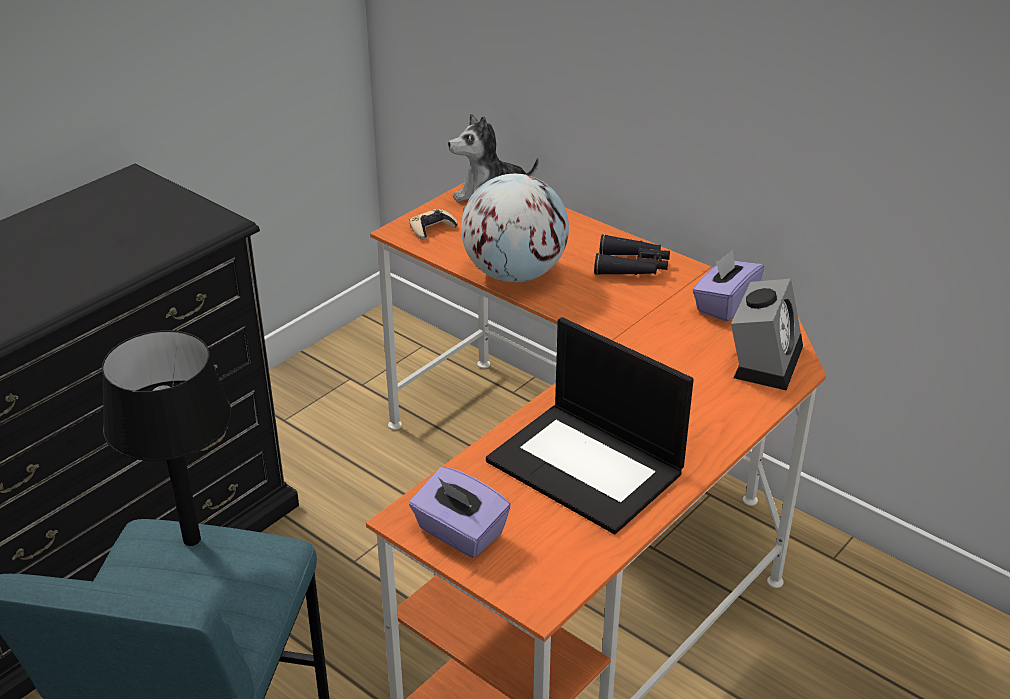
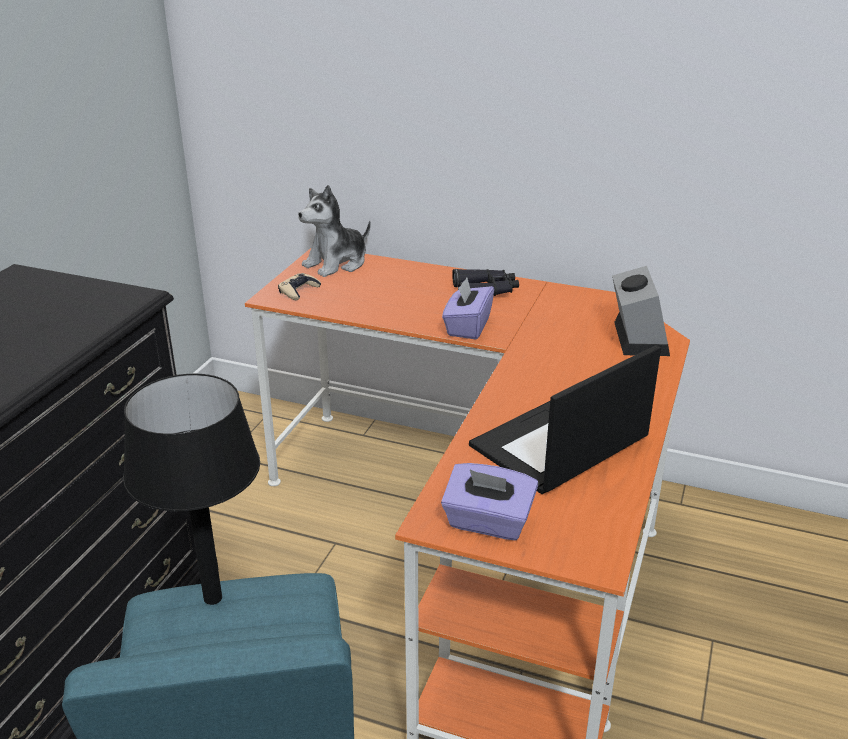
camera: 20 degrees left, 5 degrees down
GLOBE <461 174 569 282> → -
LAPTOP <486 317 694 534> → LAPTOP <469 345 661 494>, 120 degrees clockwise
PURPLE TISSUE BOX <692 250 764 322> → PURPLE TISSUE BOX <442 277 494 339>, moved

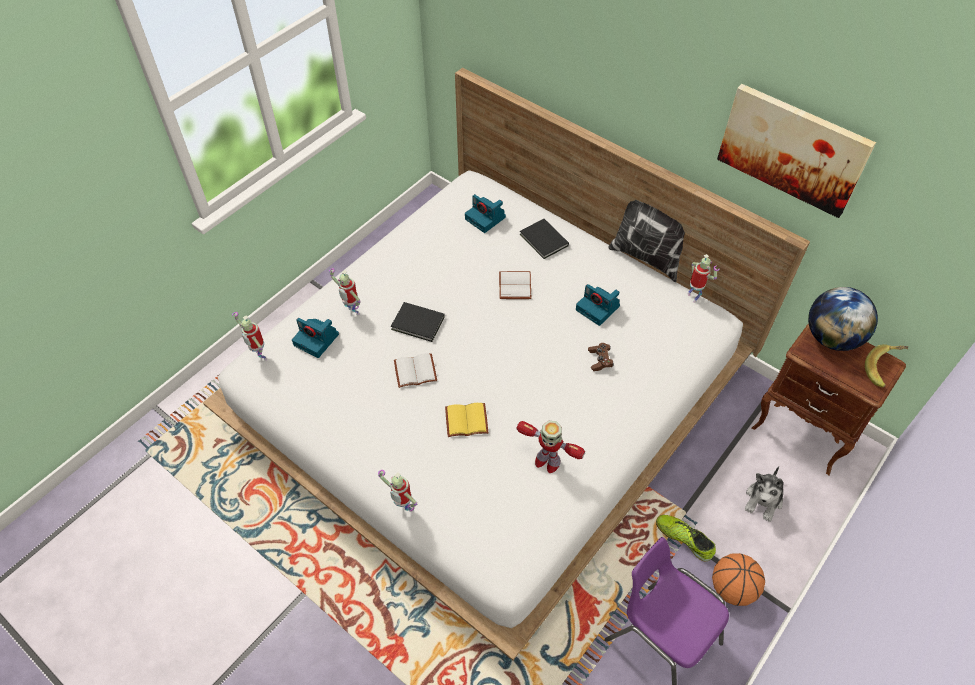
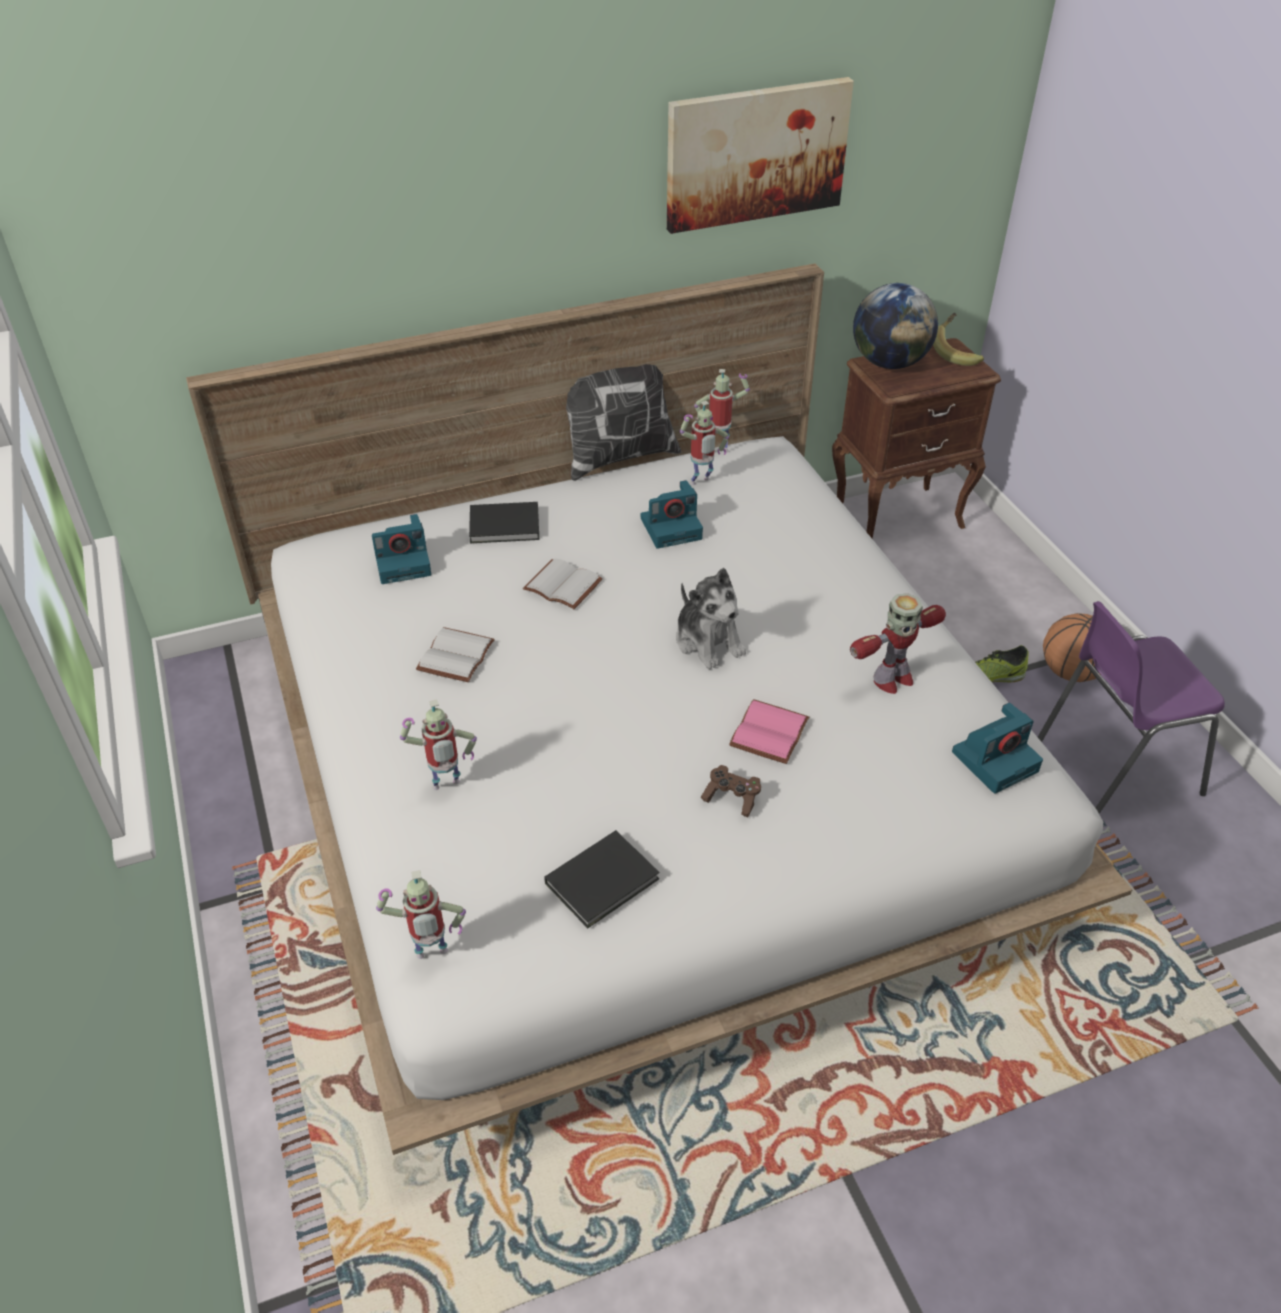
camera: 60 degrees left, 10 degrees down
PHOTO CAMERA <292 318 339 358> → PHOTO CAMERA <952 703 1043 793>, moved
TOY ROBOT <378 470 417 512> → TOY ROBOT <680 401 729 485>, moved
BLACK BOOK <391 302 445 342> → BLACK BOOK <544 830 659 928>, moved
WHITE BOOK <394 353 437 388> → WHITE BOOK <416 627 495 682>, moved
YELLOW BOOK <445 403 488 437> → PINK BOOK <729 699 809 764>
BROWN GAME CONTROLLER <588 343 614 371> → BROWN GAME CONTROLLER <701 765 761 817>, moved
PLUSH TOY <745 466 783 522> → PLUSH TOY <676 568 746 669>, moved

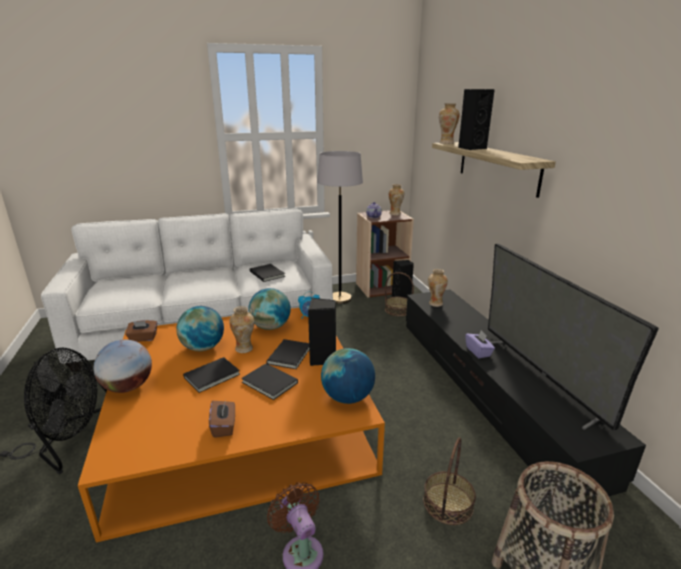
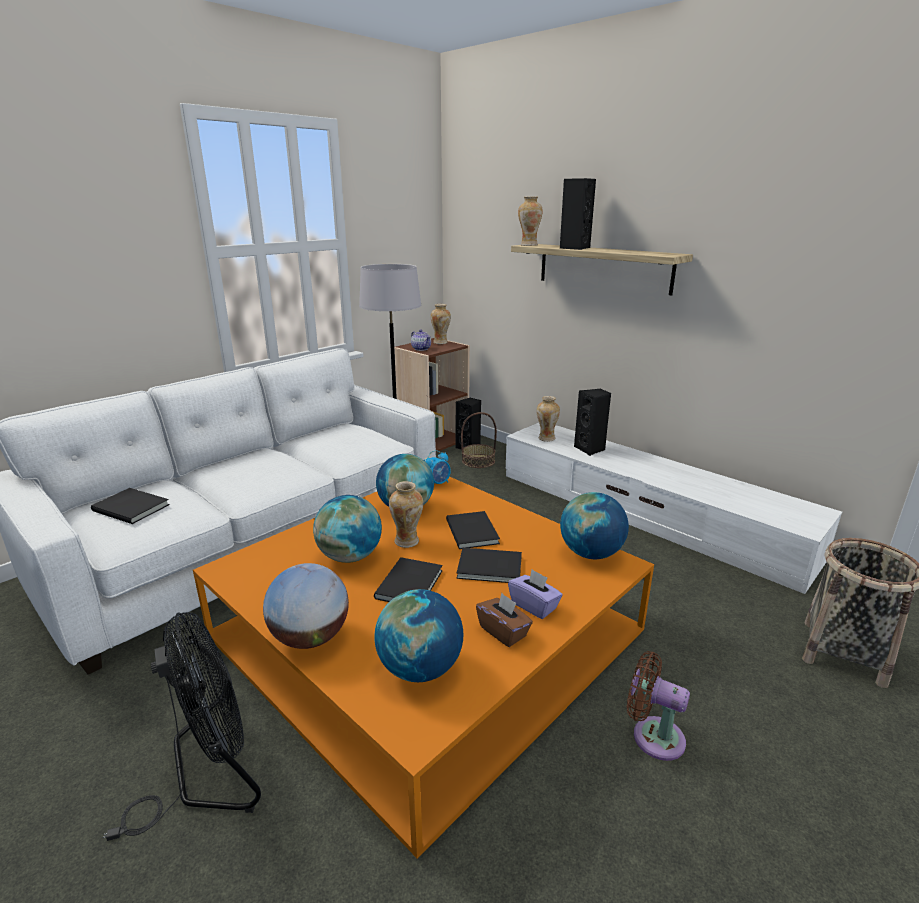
camera: 30 degrees left, 0 degrees up
BROWN TISSUE BOX <125 320 157 342> → -
BLACK BOOK <249 264 285 282> → BLACK BOOK <91 488 170 524>, moved
BLACK SPEAKER <308 298 336 366> → BLACK SPEAKER <574 389 611 456>, moved
BLACK TV STAND <406 289 646 496> → WHITE TV STAND <506 422 842 594>
BASKET <423 437 476 525> → -
PURPLE TISSUE BOX <465 330 495 358> → PURPLE TISSUE BOX <508 569 563 619>, moved
TELEVISION <488 244 659 430> → -
- → GLOBE <374 589 463 682>

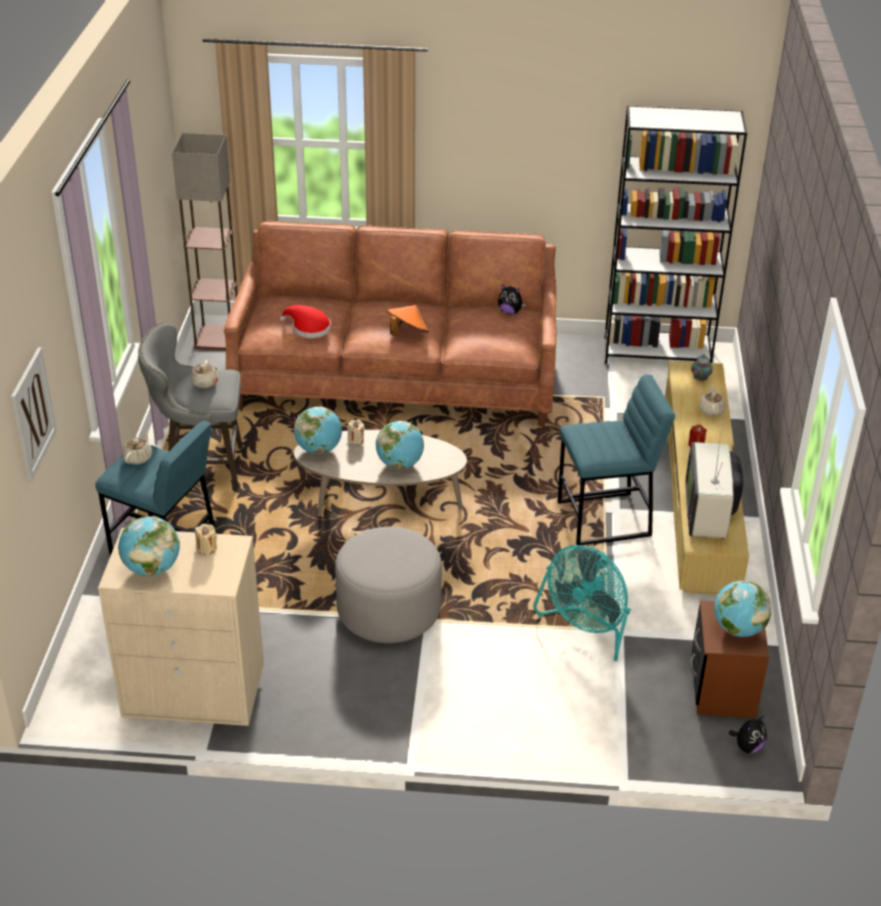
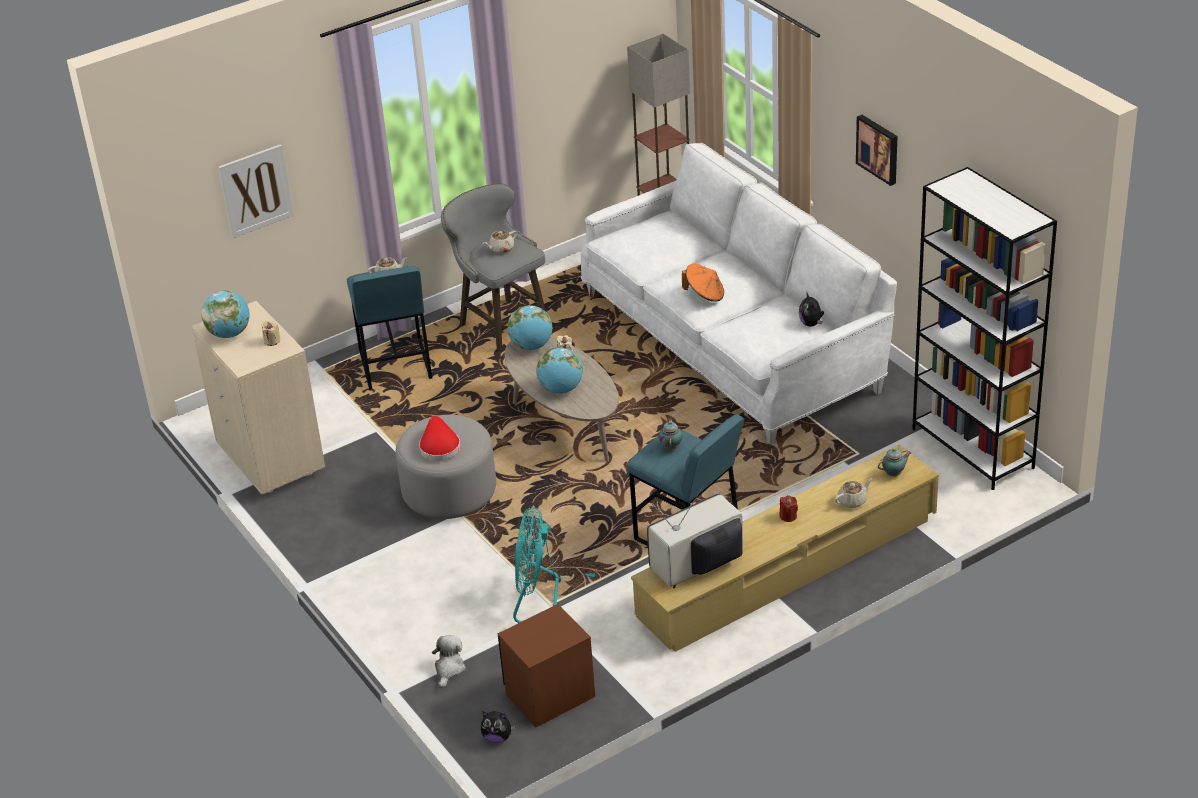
camera: 55 degrees right, 0 degrees up
BROWN SOFA <224 221 556 426> → WHITE SOFA <581 143 897 445>
RED HAT <280 305 331 338> → RED HAT <419 416 461 461>, moved
GLOBE <714 581 772 637> → -
- → PLUSH TOY <432 635 466 688>
- → TEAPOT <659 419 682 450>
- → PICTURE <856 115 897 186>

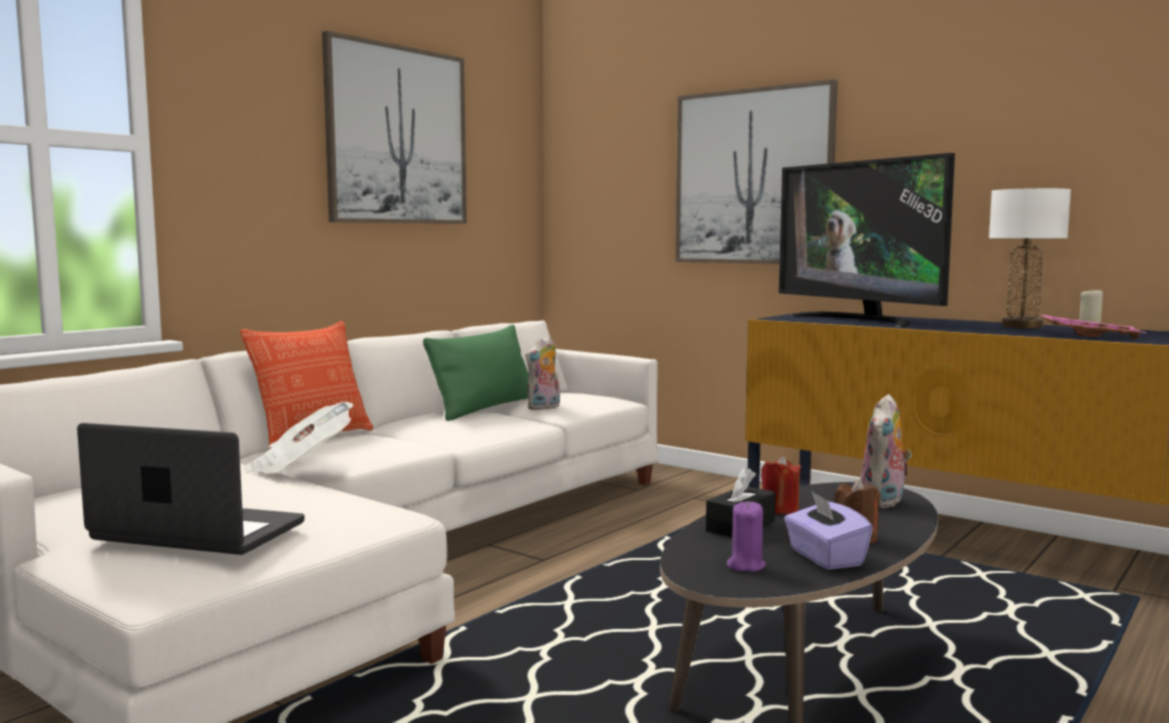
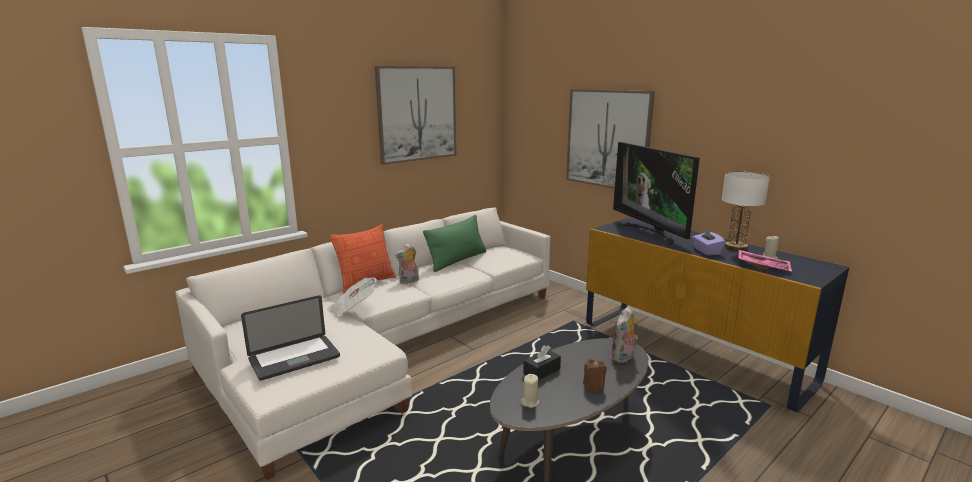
camera: 10 degrees right, 10 degrees up
LAPTOP <77 423 304 555> → LAPTOP <241 295 340 381>, 120 degrees clockwise
PLUSH TOY <525 336 560 410> → PLUSH TOY <395 243 419 284>, moved
PURPLE CANDLE <727 501 766 572> → BEIGE CANDLE <521 374 539 408>
RED CANDLE <761 456 801 514> → -
PURPLE TISSUE BOX <784 492 873 570> → PURPLE TISSUE BOX <692 228 725 255>, moved

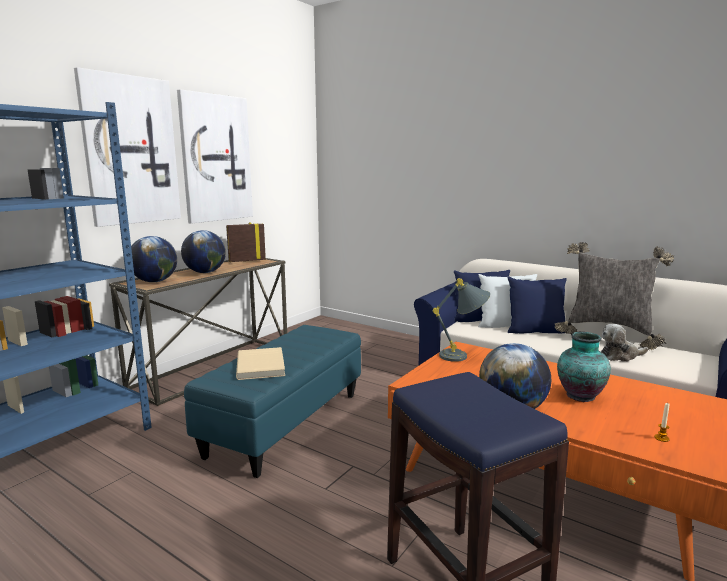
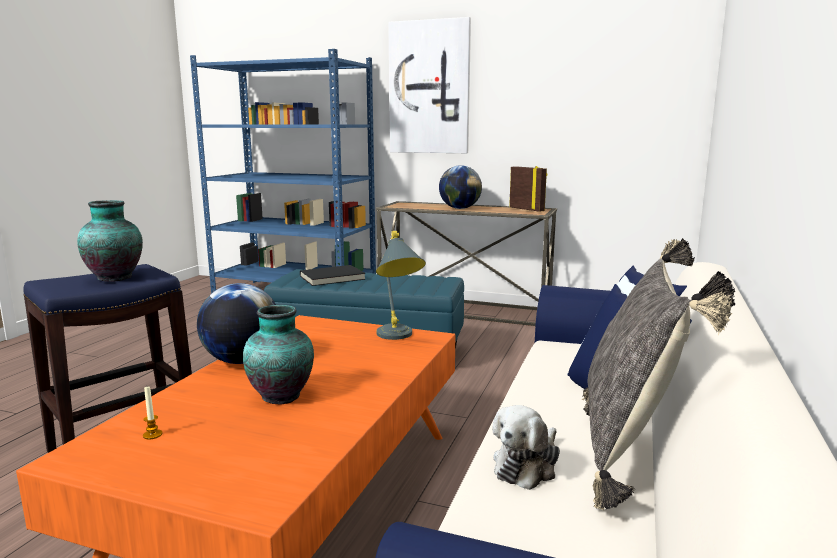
camera: 75 degrees right, 0 degrees up
GLOBE <131 236 177 282> → -
PICTURE <177 89 253 224> → -
BEIGE BOOK <236 347 285 380> → BLACK BOOK <300 265 365 286>
PLUSH TOY <601 324 648 362> → PLUSH TOY <492 405 560 490>, 120 degrees counterclockwise
- → VASE <77 200 143 282>

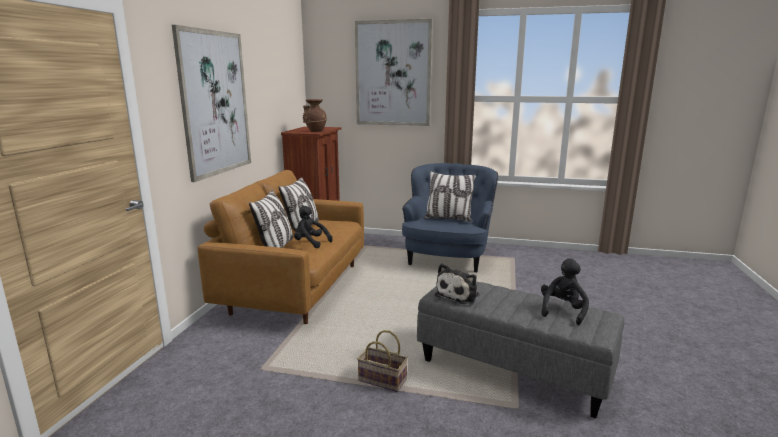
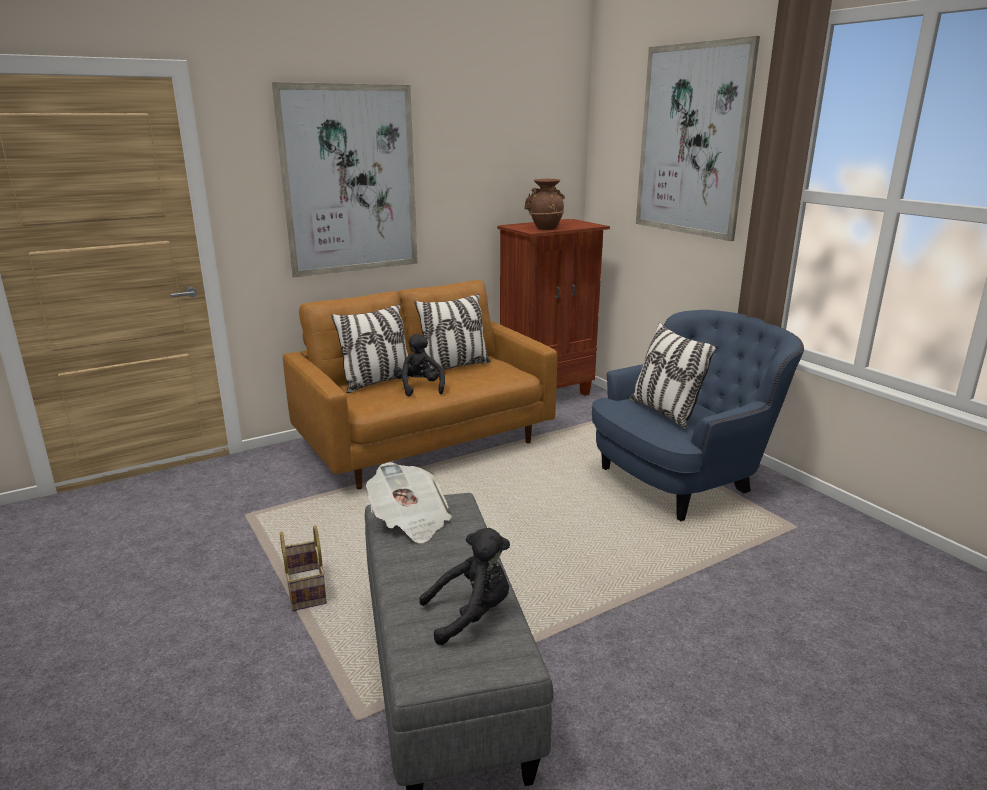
camera: 45 degrees right, 5 degrees up
PLUSH TOY <435 263 480 304> → NEWSPAPER <366 462 451 543>

